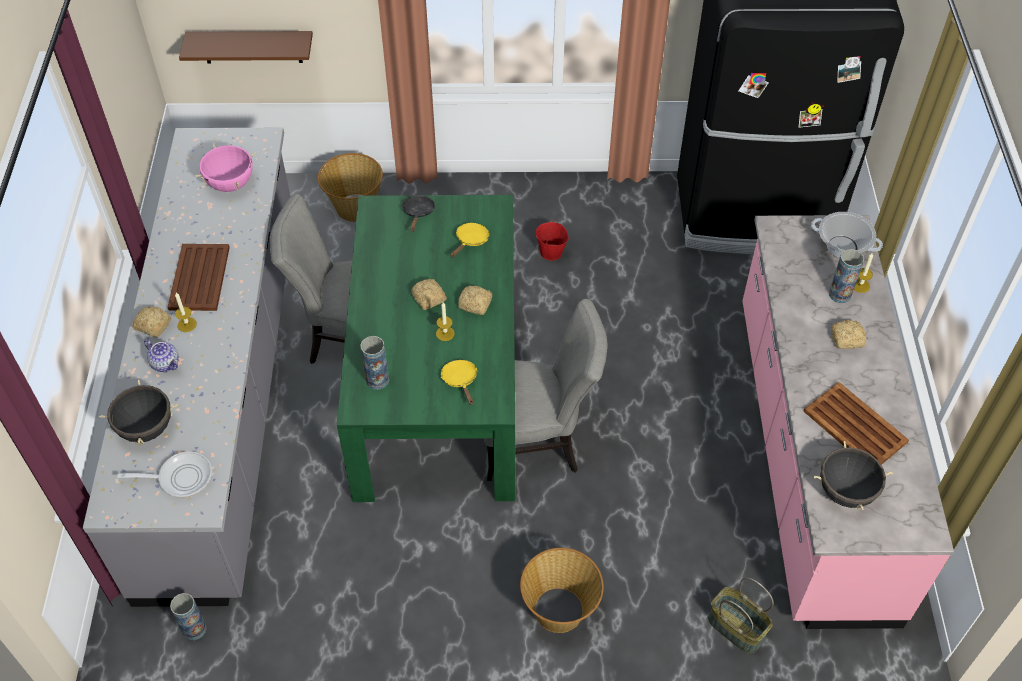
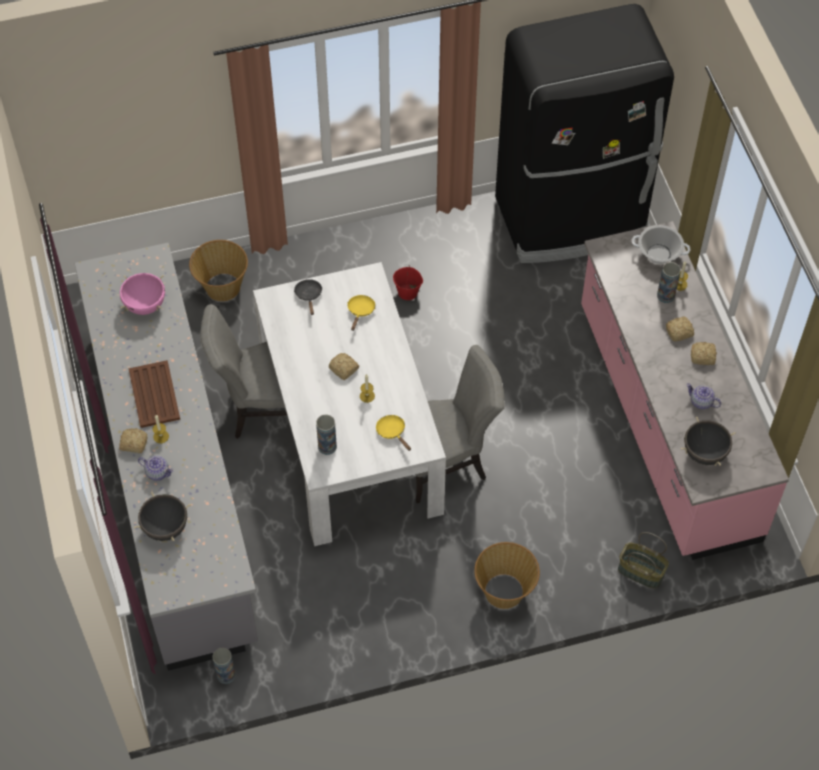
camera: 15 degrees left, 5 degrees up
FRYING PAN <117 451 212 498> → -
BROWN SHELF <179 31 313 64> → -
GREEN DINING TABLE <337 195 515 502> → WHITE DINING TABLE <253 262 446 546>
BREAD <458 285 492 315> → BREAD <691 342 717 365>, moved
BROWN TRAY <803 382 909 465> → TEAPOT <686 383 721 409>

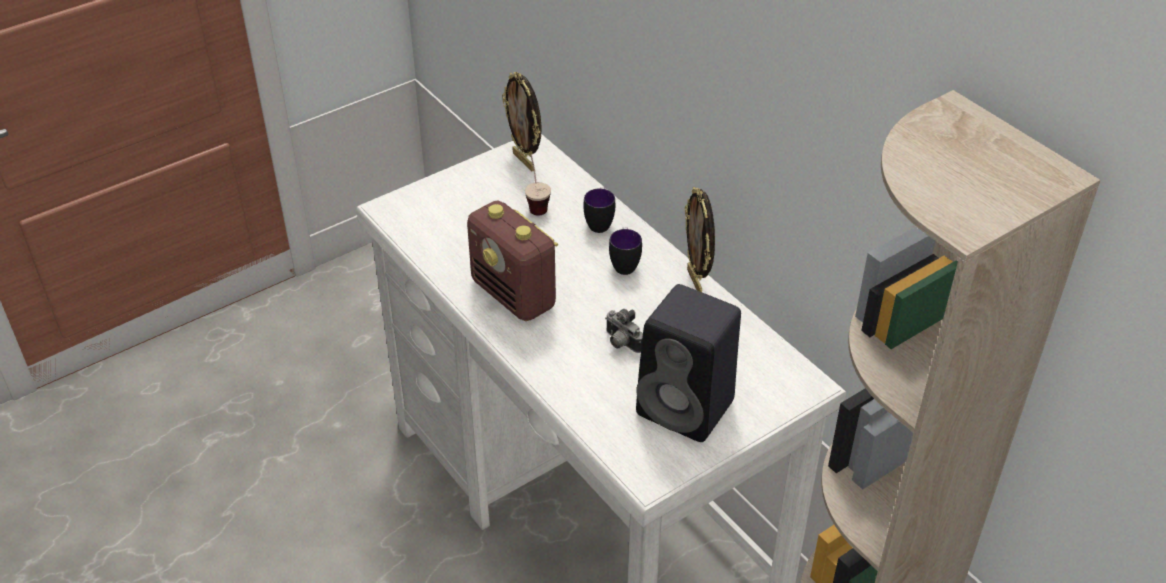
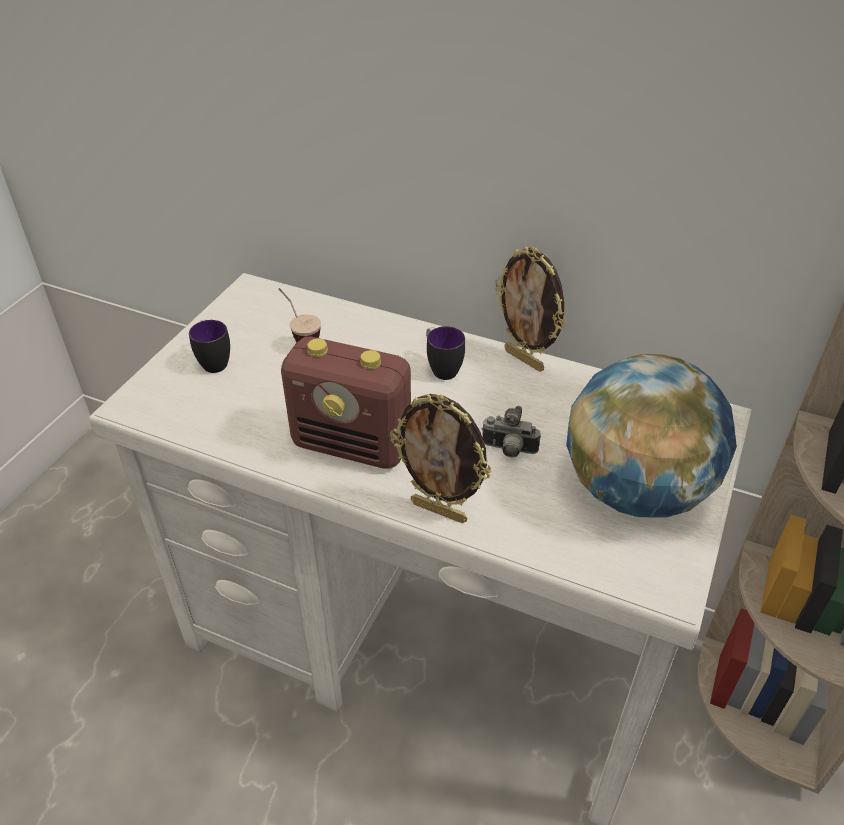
camera: 30 degrees left, 0 degrees up
PICTURE FRAME <502 72 542 172> → PICTURE FRAME <390 394 491 523>, moved
MUG <583 187 615 233> → MUG <189 320 230 373>, moved
BLACK SPEAKER <636 284 741 442> → GLOBE <566 354 737 517>

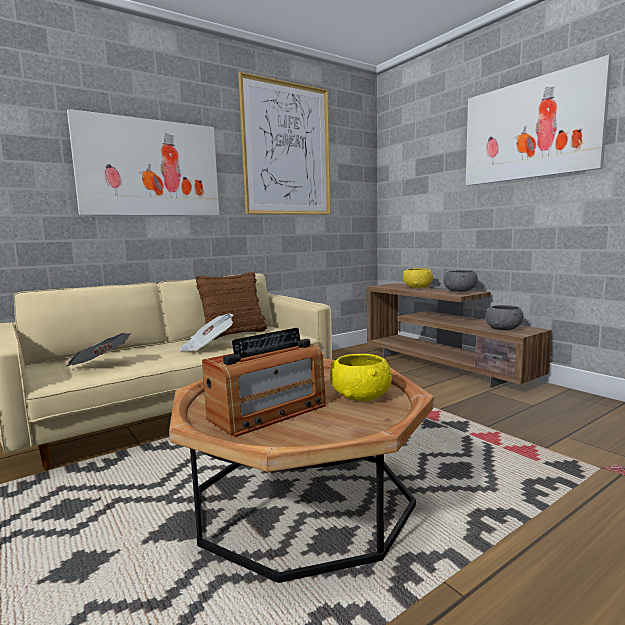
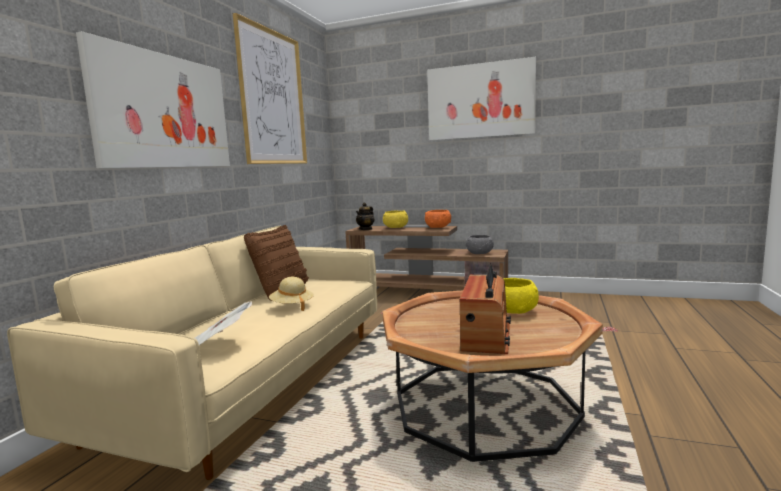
camera: 35 degrees left, 0 degrees up
NEWSPAPER <178 313 234 352> → BEIGE HAT <269 277 314 311>
GREY BOWL <444 270 478 292> → ORANGE BOWL <425 210 451 228>
- → TEAPOT <356 202 374 230>

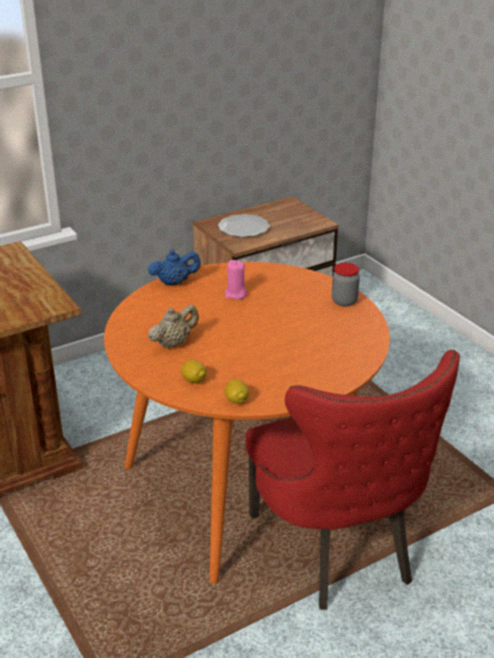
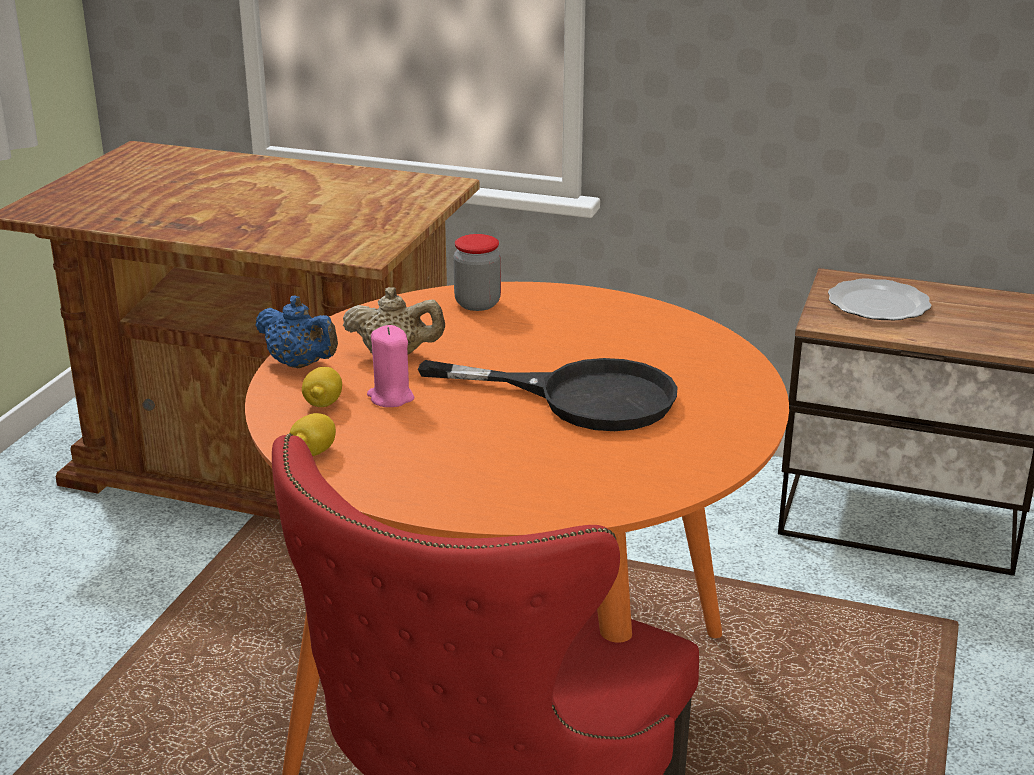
camera: 50 degrees right, 5 degrees down
BLUE TEAPOT <148 249 201 286> → BLUE TEAPOT <255 295 338 368>, moved
PINK CANDLE <225 260 247 299> → PINK CANDLE <367 325 414 407>, moved
JAR <332 263 360 306> → JAR <453 234 501 311>, moved
- → BLACK FRYING PAN <418 358 678 431>

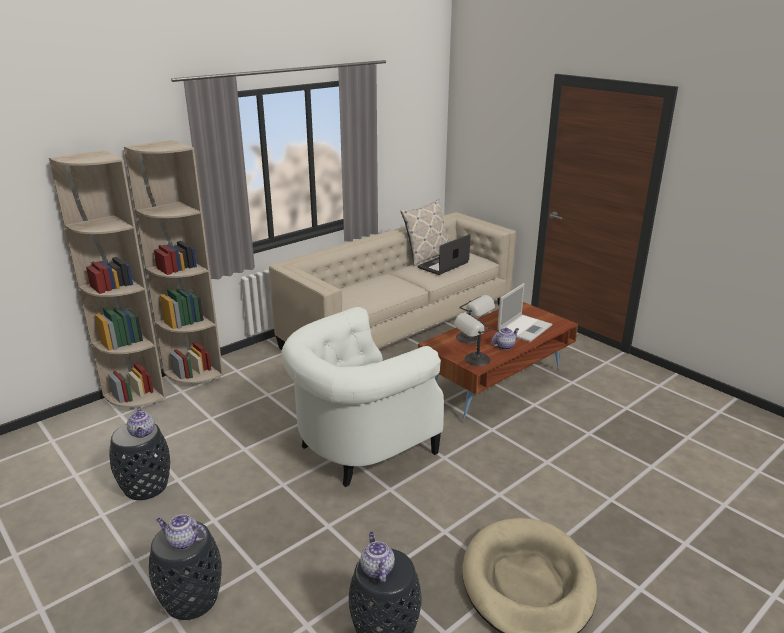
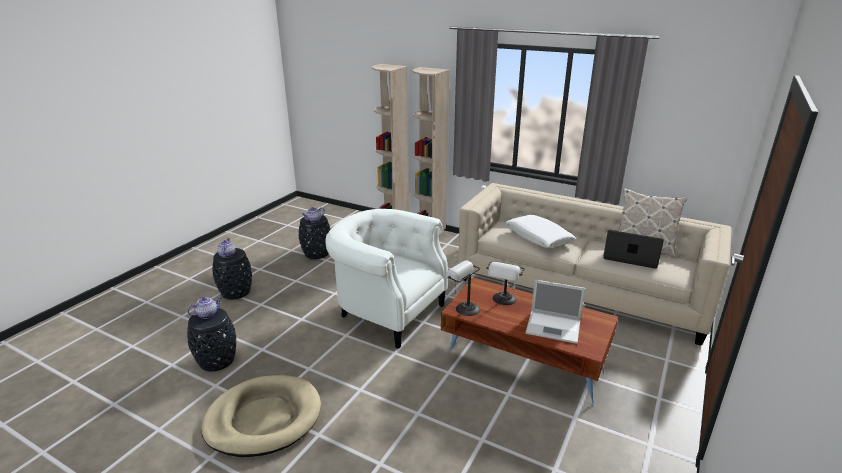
camera: 70 degrees right, 0 degrees up
TEAPOT <491 328 519 350> → -
- → WHITE PILLOW <505 215 576 248>

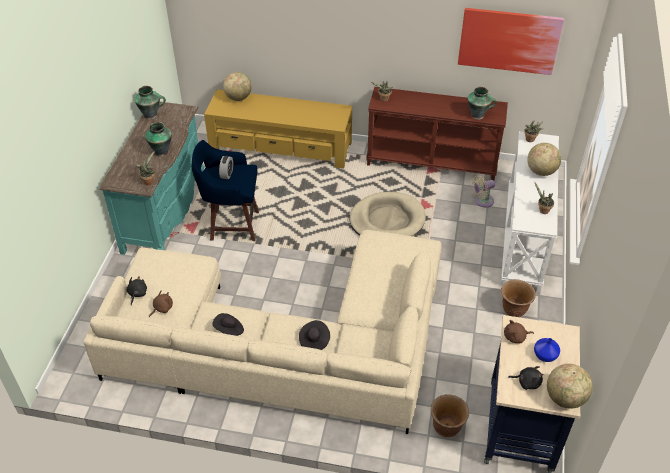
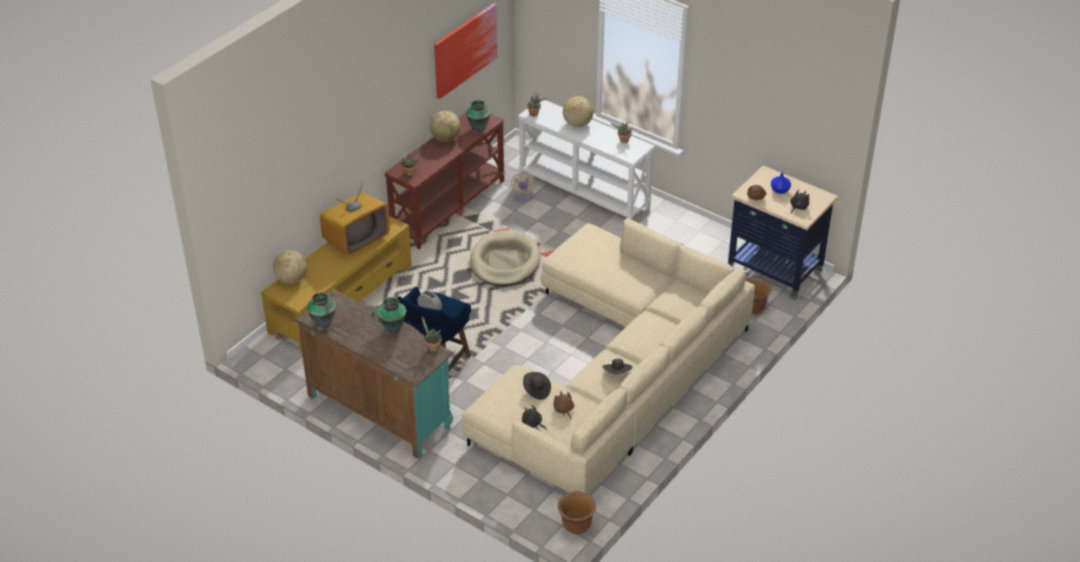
camera: 65 degrees left, 5 degrees down
BLACK HAT <299 320 330 350> → BLACK HAT <523 372 551 400>, moved
BROWN PLANTER <501 279 536 317> → BROWN PLANTER <557 491 596 534>, moved
GLOBE <547 364 593 409> → GLOBE <430 111 461 142>, moved
- → TELEVISION <320 182 390 256>

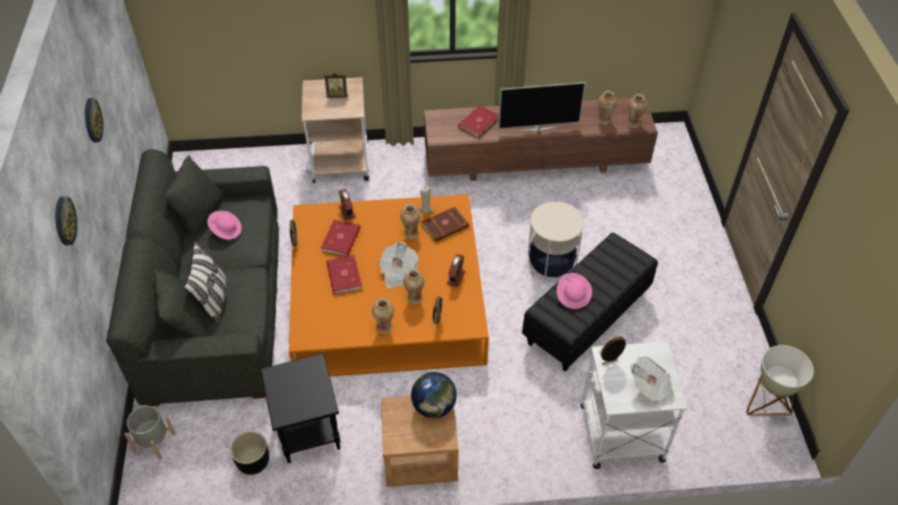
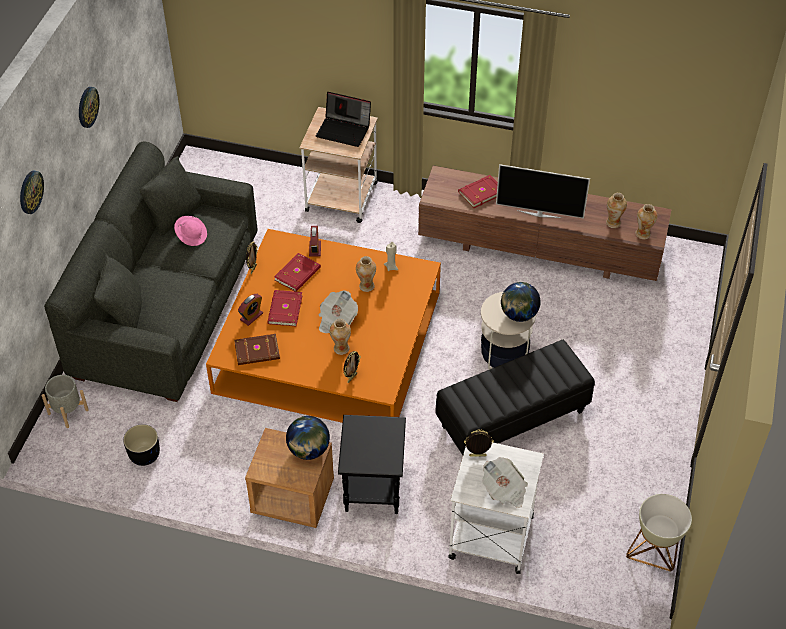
camera: 20 degrees right, 0 degrees up
PILLOW <184 242 226 325> → -
BLACK SIDE TABLE <260 353 340 463> → BLACK SIDE TABLE <338 415 406 514>, moved
PICTURE FRAME <325 73 347 98> → LAPTOP <316 92 371 147>
VASE <372 298 394 334> → -
BROWN BOOK <422 207 469 242> → BROWN BOOK <234 334 280 365>, moved
ALARM CLOCK <447 254 465 287> → ALARM CLOCK <238 294 263 326>, moved
PINK HAT <557 273 592 309> → -
- → GLOBE <501 282 541 322>

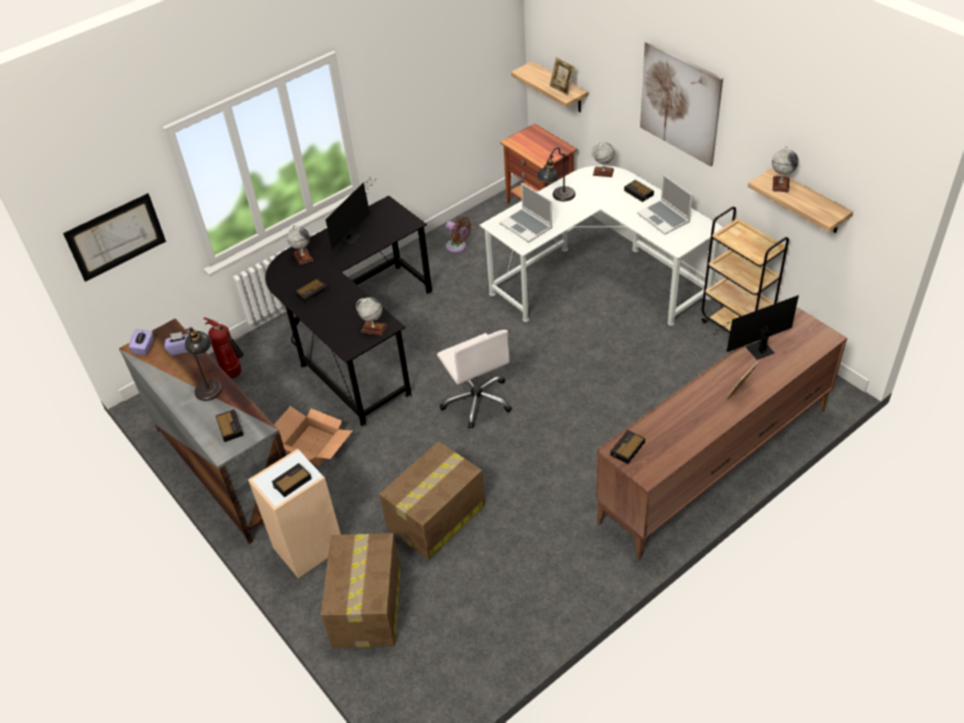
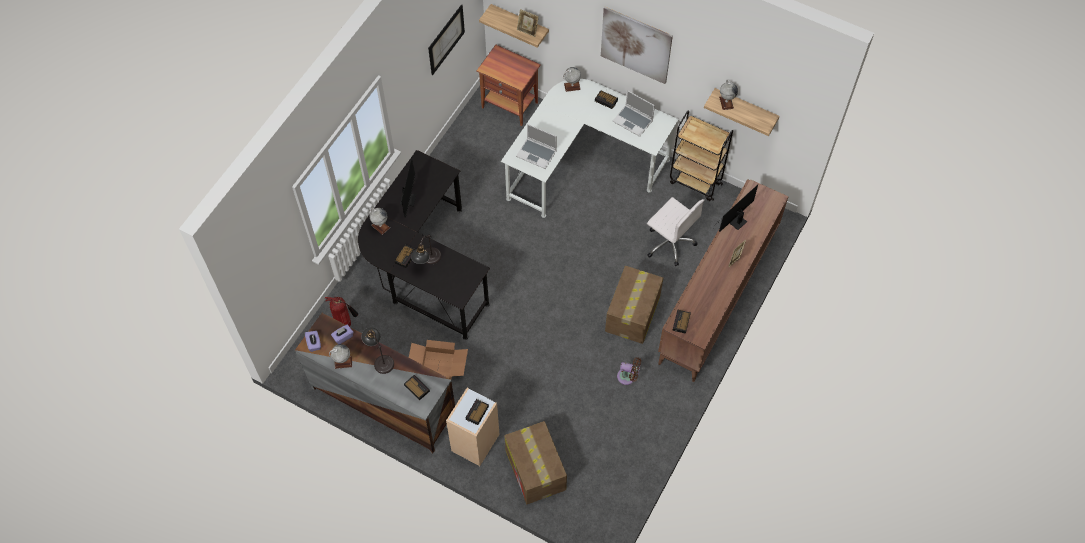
camera: 25 degrees left, 15 degrees up
PICTURE <63 193 166 282> → PICTURE <428 4 465 75>, moved
GLOBE <356 297 387 336> → GLOBE <329 344 352 369>, moved
CARDBOARD BOX <379 441 485 560> → CARDBOARD BOX <605 266 663 344>, moved
WHITE OFFICE CHAIR <437 330 512 428> → WHITE OFFICE CHAIR <647 197 705 266>, moved
BROWN FAN <445 217 471 253> → BROWN FAN <617 357 641 385>, moved
GREY TABLE LAMP <536 148 575 201> → GREY TABLE LAMP <411 235 441 264>, moved

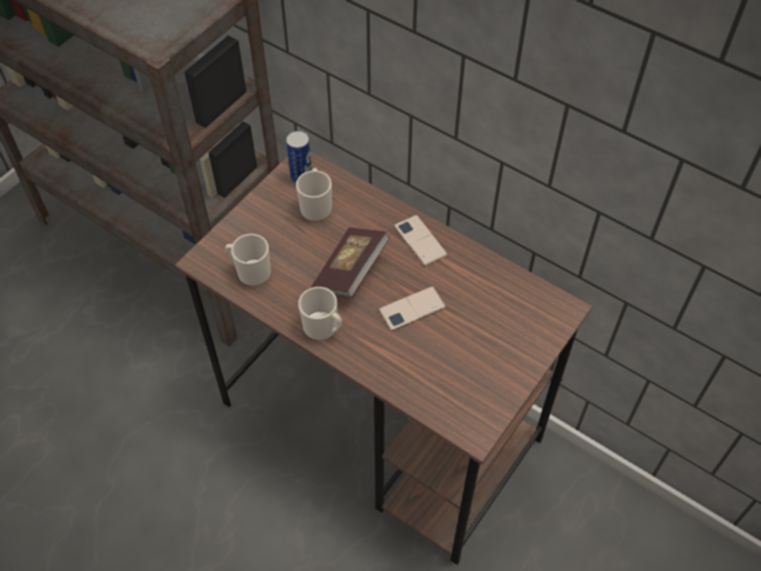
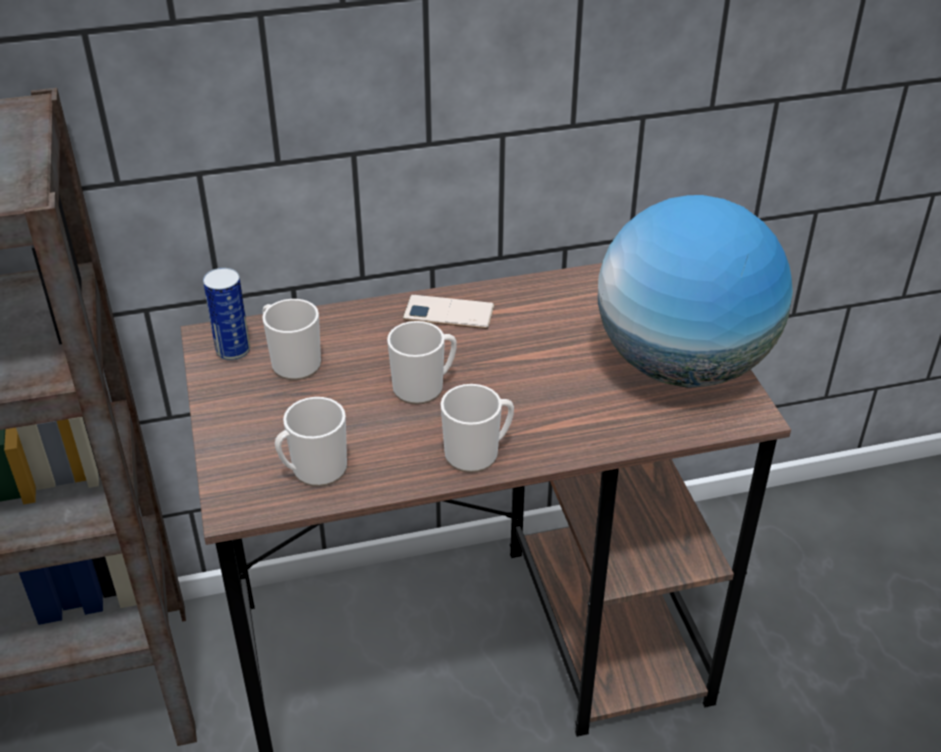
camera: 50 degrees left, 15 degrees down
BOOK <311 227 390 298> → MUG <387 321 457 405>
PHONE <379 286 446 331> → -
- → GLOBE <598 195 793 388>

